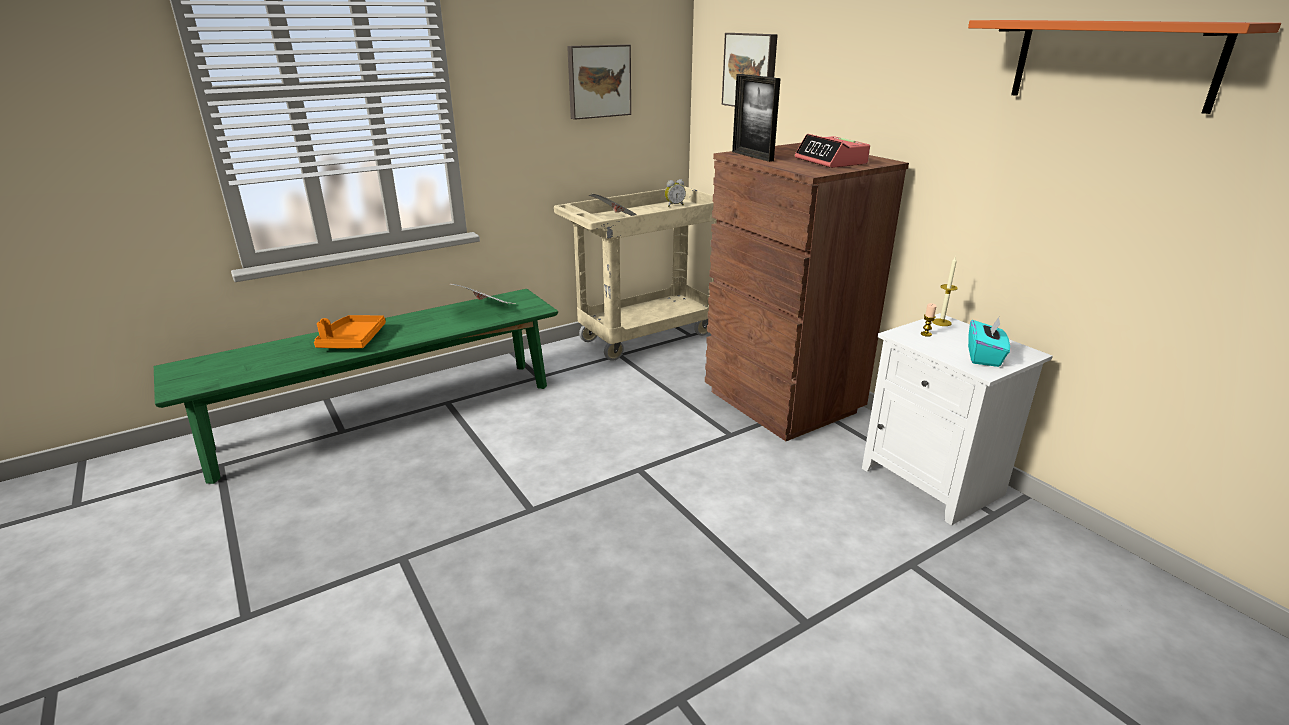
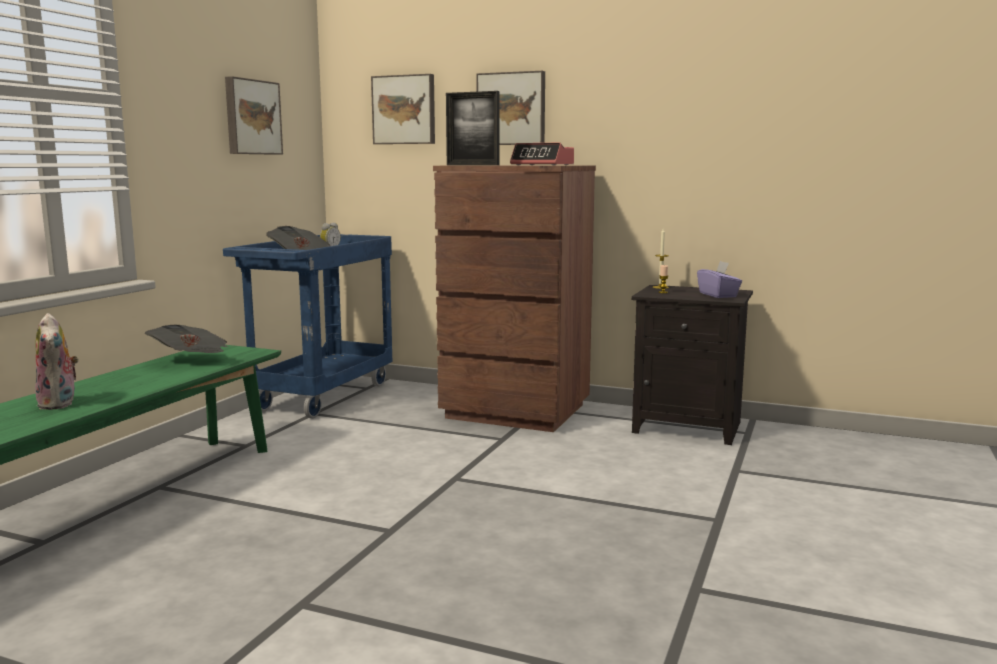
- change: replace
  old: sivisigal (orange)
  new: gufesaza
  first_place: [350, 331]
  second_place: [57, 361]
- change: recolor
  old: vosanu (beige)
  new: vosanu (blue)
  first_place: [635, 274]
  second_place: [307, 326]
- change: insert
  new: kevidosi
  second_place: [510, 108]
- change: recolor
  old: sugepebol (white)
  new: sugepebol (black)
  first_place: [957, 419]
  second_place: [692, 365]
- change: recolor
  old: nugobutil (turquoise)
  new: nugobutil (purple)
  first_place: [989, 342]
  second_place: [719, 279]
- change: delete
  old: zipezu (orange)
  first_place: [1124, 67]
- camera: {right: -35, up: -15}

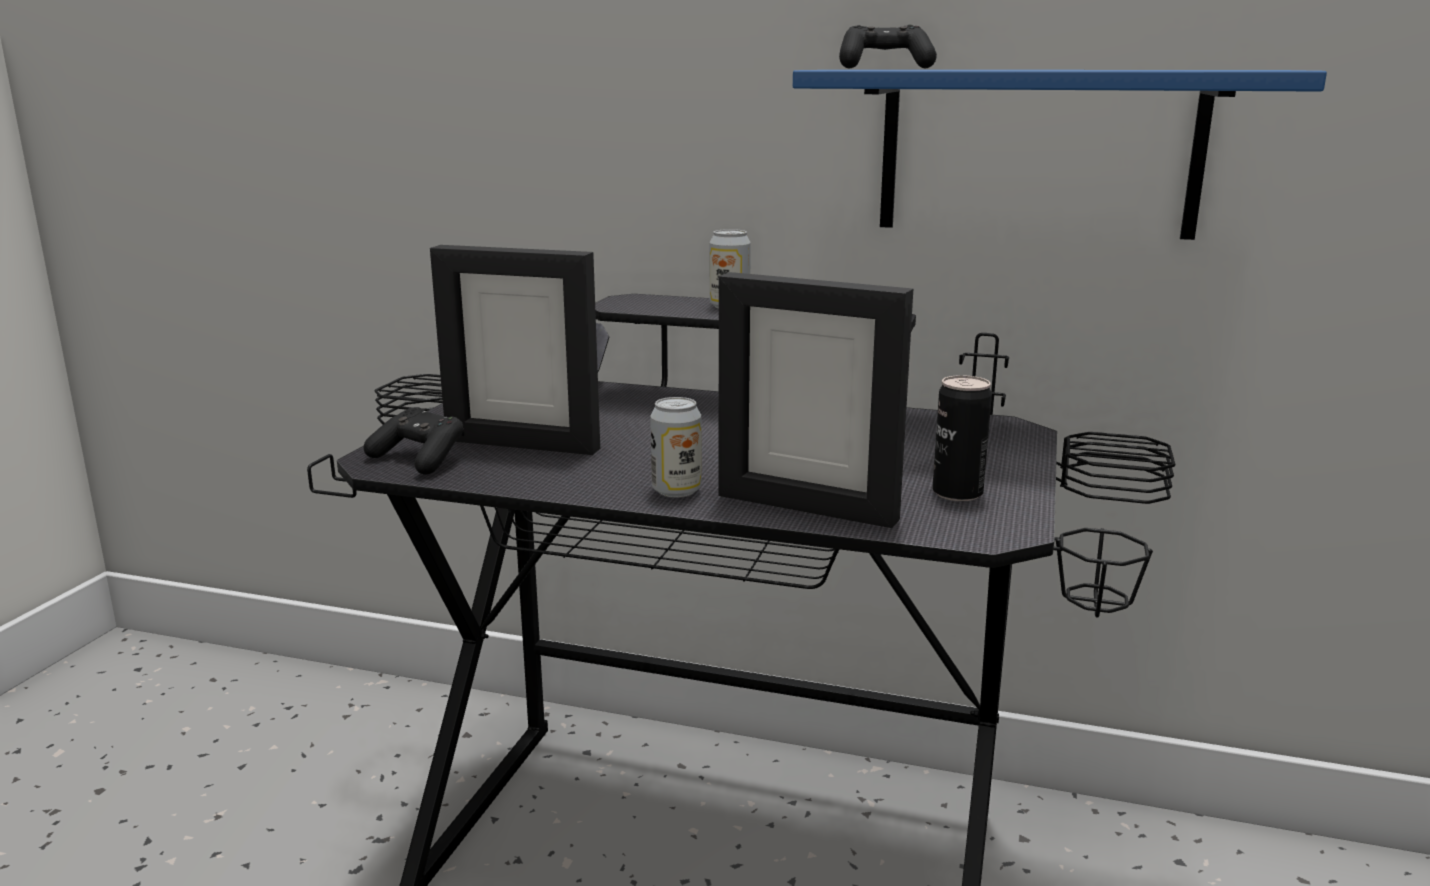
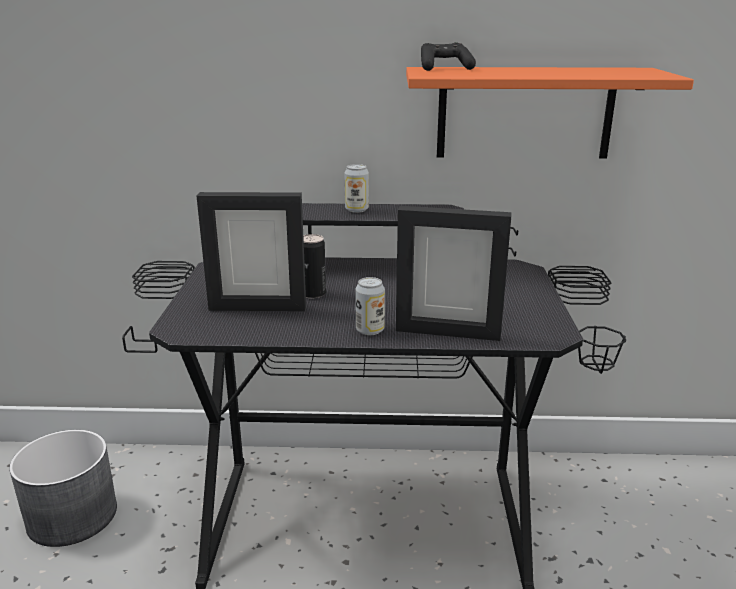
- change: insert
  new: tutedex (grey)
  second_place: [63, 488]
- change: move
  old: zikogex
  first_place: [962, 438]
  second_place: [314, 266]
- change: recolor
  old: zipezu (blue)
  new: zipezu (orange)
  first_place: [1060, 155]
  second_place: [550, 113]
- change: delete
  old: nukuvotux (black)
  first_place: [414, 441]
- camera: {right: -15, up: 5}

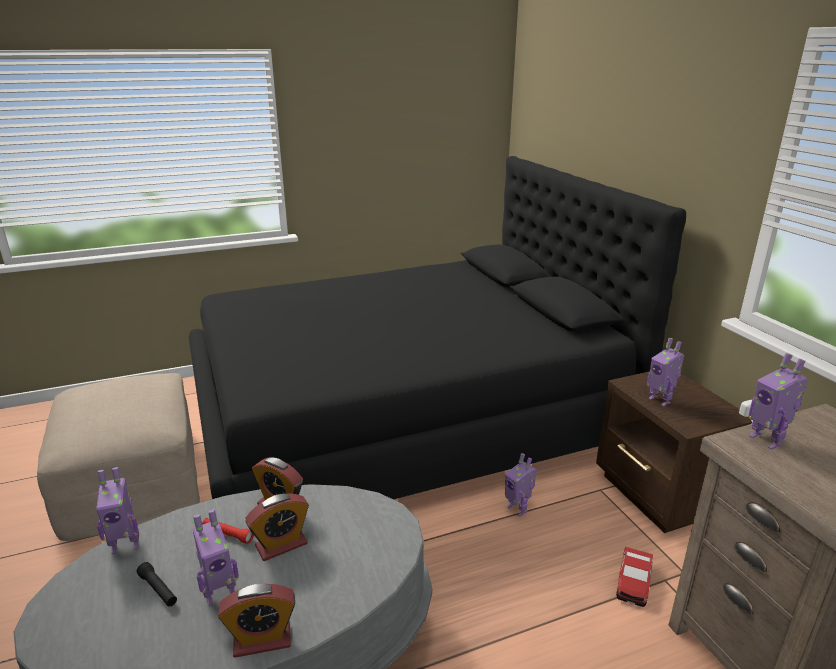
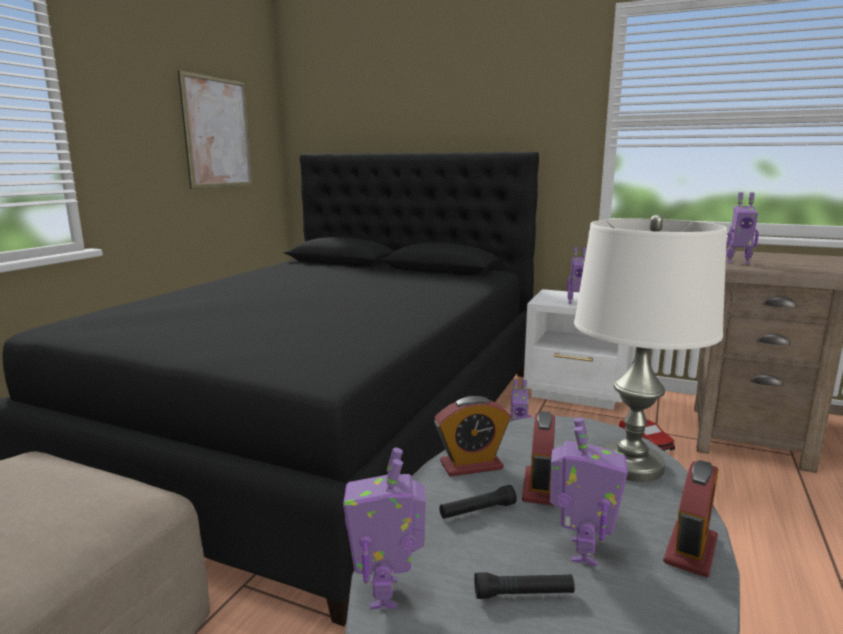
- change: insert
  new: kevidosi
  second_place: [215, 129]
- change: rotate
  old: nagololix
  first_place: [117, 510]
  second_place: [384, 528]
  degrees: 150
- change: recolor
  old: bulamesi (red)
  new: bulamesi (black)
  first_place: [228, 531]
  second_place: [478, 502]
- change: recolor
  old: sugepebol (brown)
  new: sugepebol (white)
  first_place: [674, 452]
  second_place: [577, 349]
- change: insert
  new: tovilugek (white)
  second_place: [650, 348]
- camera: {right: -45, up: -10}

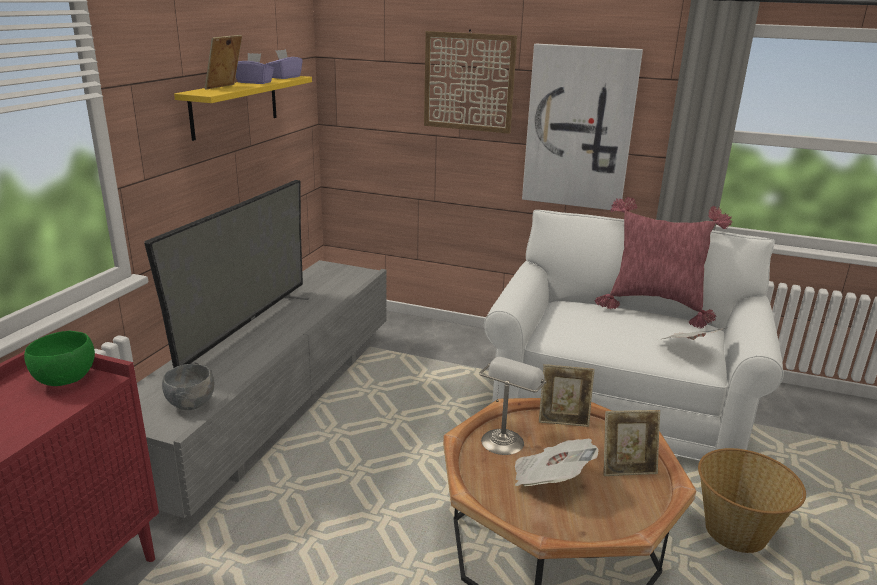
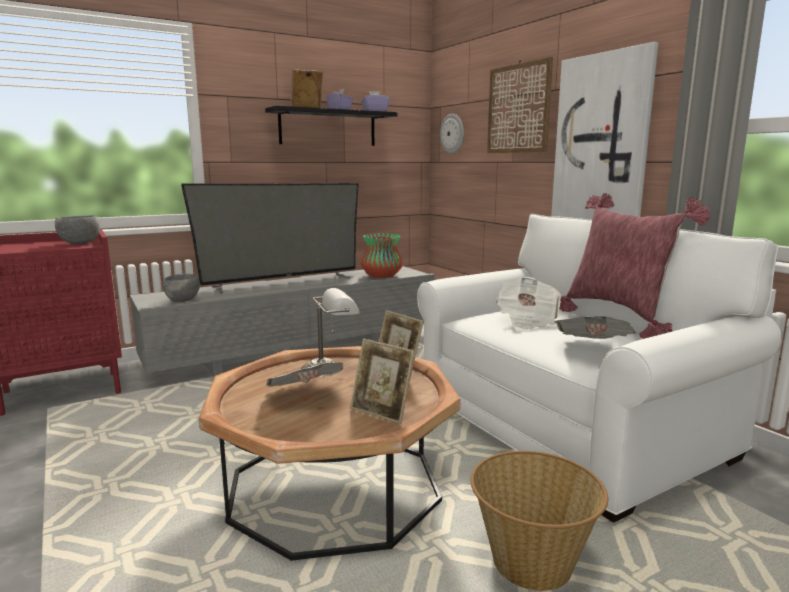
- change: recolor
  old: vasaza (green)
  new: vasaza (grey)
  first_place: [59, 358]
  second_place: [77, 229]
- change: recolor
  old: zipezu (yellow)
  new: zipezu (black)
  first_place: [243, 108]
  second_place: [331, 126]
- change: insert
  new: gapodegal
  second_place: [382, 255]
- change: insert
  new: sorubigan
  second_place: [452, 134]
- change: insert
  new: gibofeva
  second_place: [528, 303]
- camera: {right: 40, up: -10}

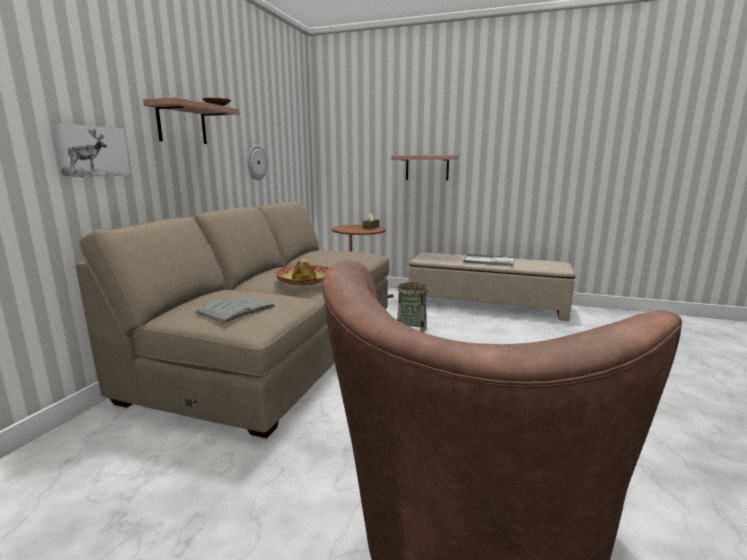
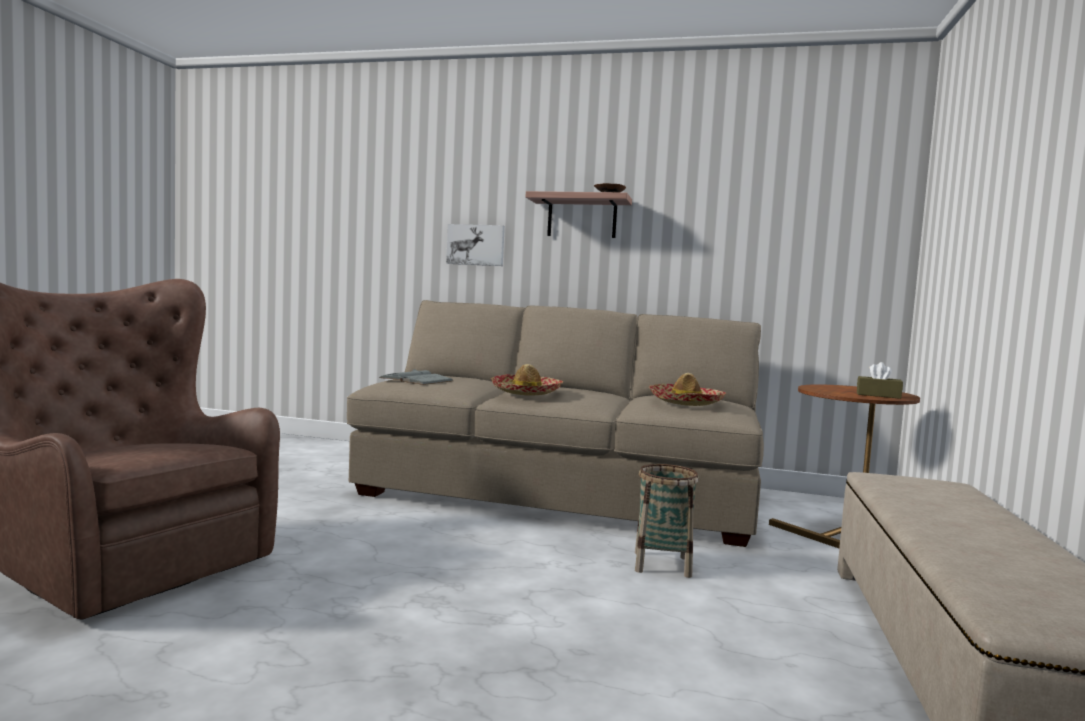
- change: insert
  new: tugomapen
  second_place: [687, 389]
- change: delete
  old: sorubigan
  first_place: [257, 162]
- change: delete
  old: zipezu
  first_place: [424, 168]
- change: delete
  old: sivisigal
  first_place: [489, 260]
- camera: {right: 85, up: -10}

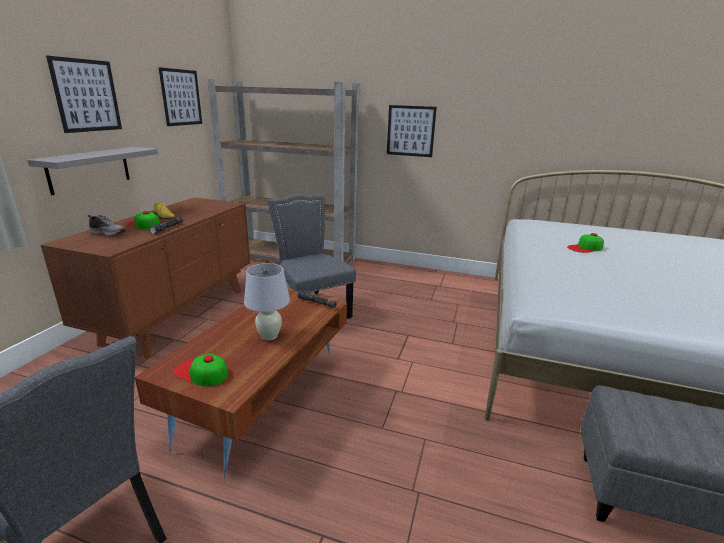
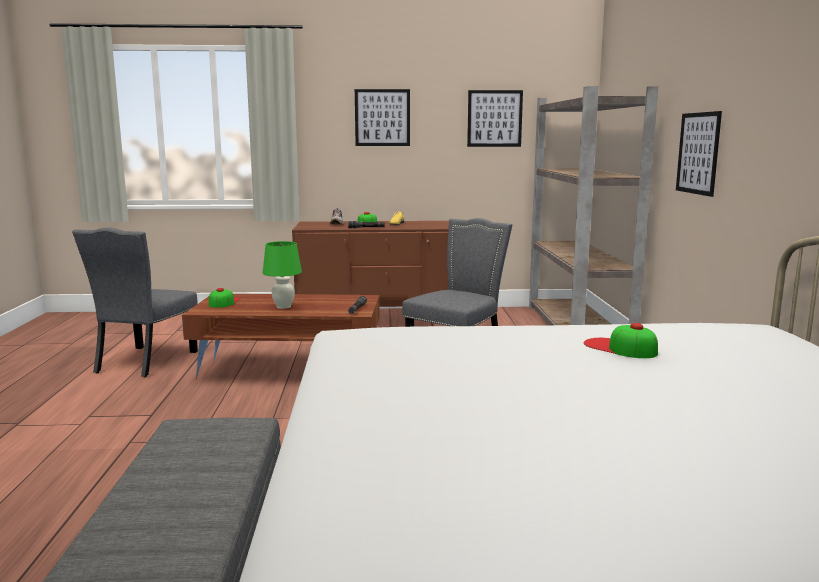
- change: recolor
  old: tovilugek (white)
  new: tovilugek (green)
  first_place: [267, 302]
  second_place: [282, 275]
- change: delete
  old: zipezu (grey)
  first_place: [92, 171]
- camera: {right: 70, up: -10}

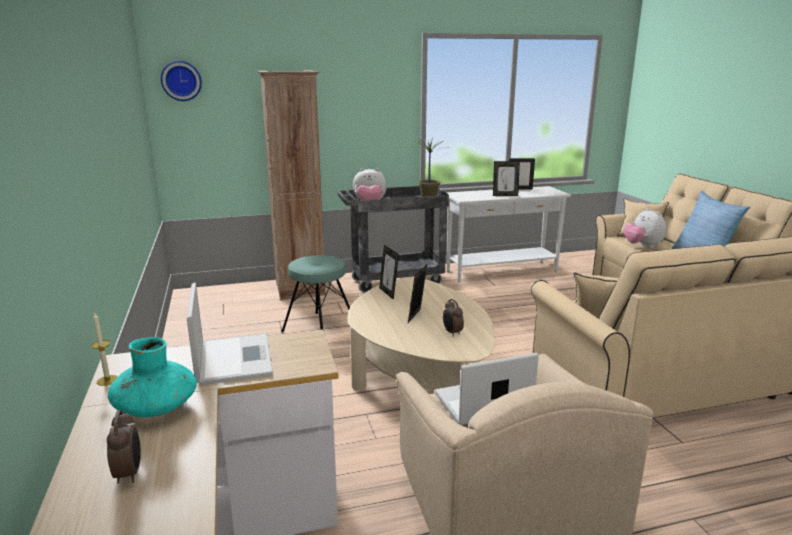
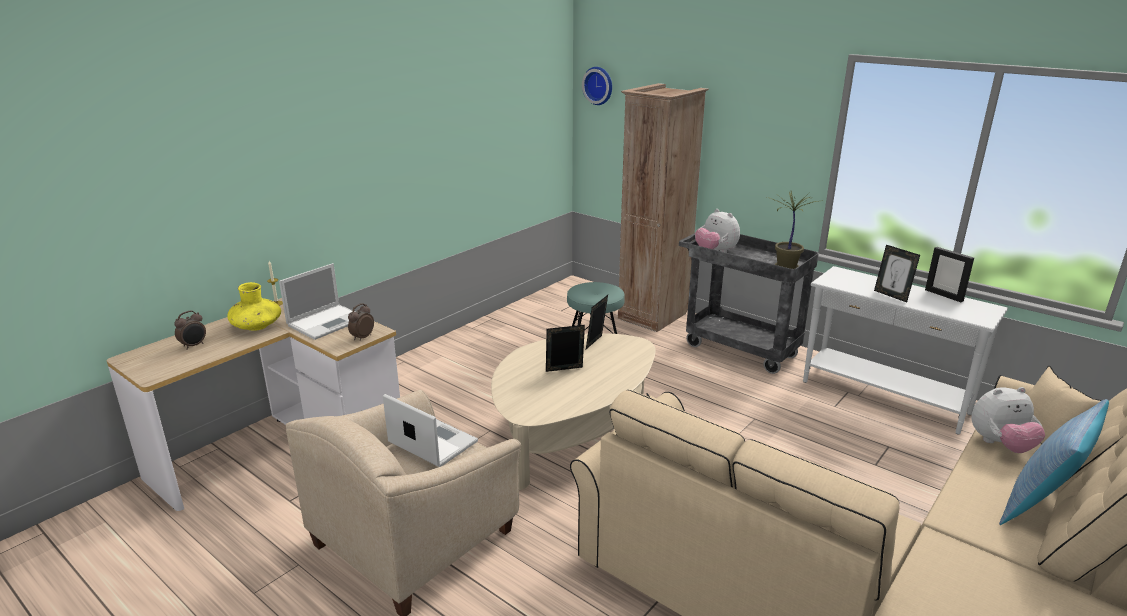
- change: recolor
  old: gapodegal (turquoise)
  new: gapodegal (yellow)
  first_place: [152, 377]
  second_place: [254, 306]
- change: move
  old: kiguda
  first_place: [453, 318]
  second_place: [361, 322]
- change: rotate
  old: gufesaza
  first_place: [645, 228]
  second_place: [1008, 420]
  degrees: -135
- camera: {right: 55, up: 5}

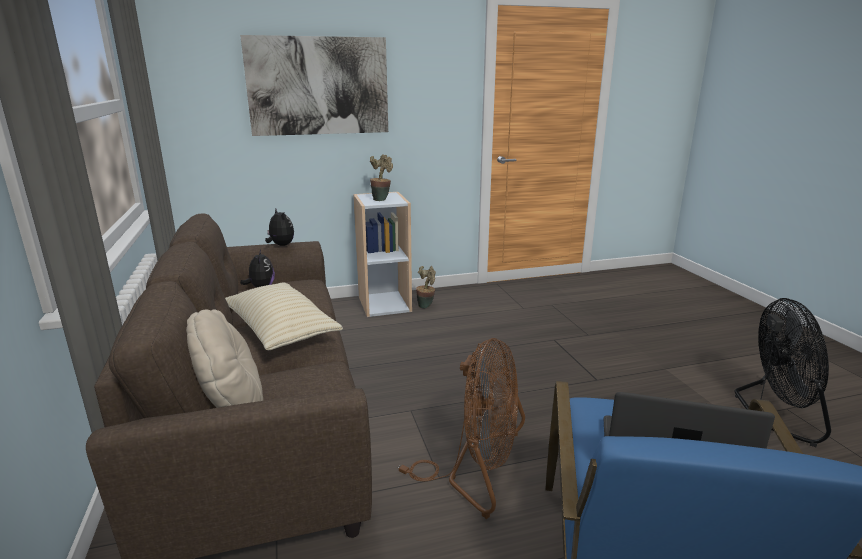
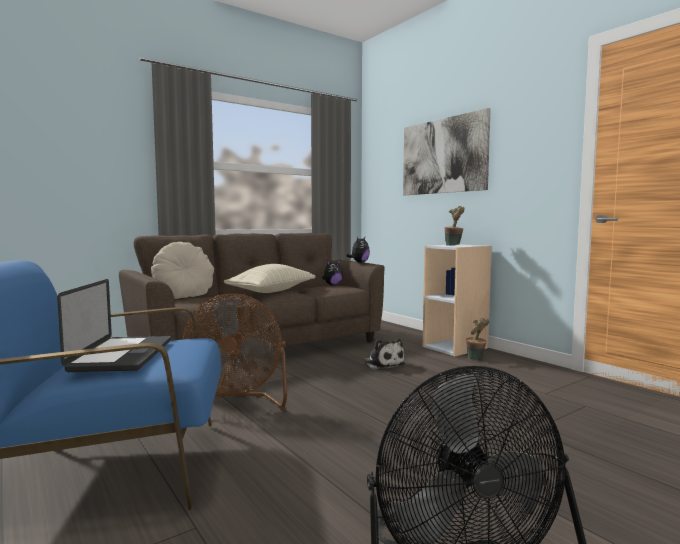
- change: insert
  new: gufesaza
  second_place: [384, 354]
- camera: {right: 70, up: -15}

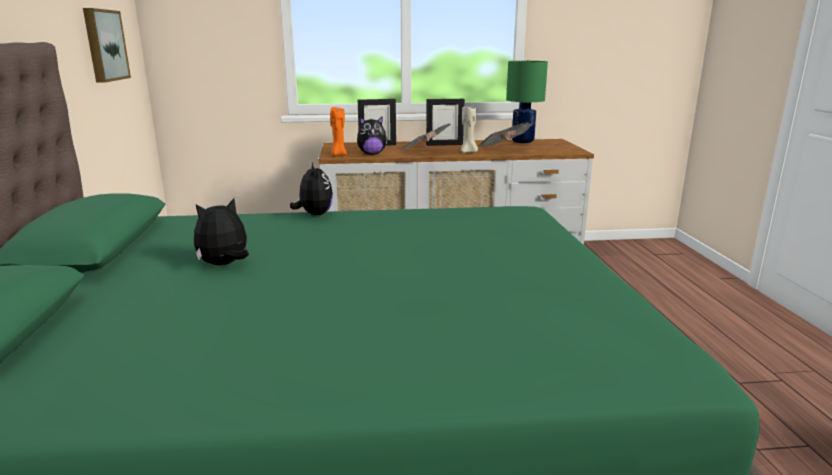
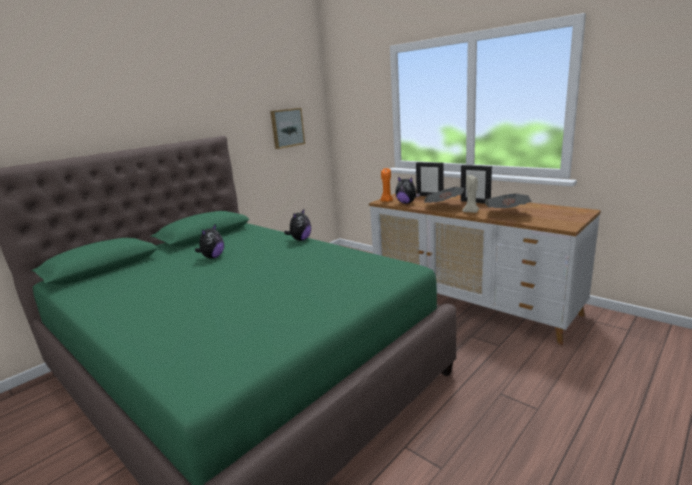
- change: rotate
  old: gufesaza
  first_place: [221, 231]
  second_place: [209, 241]
  degrees: 105
- change: delete
  old: tovilugek (green)
  first_place: [527, 101]
- camera: {right: 50, up: 0}

